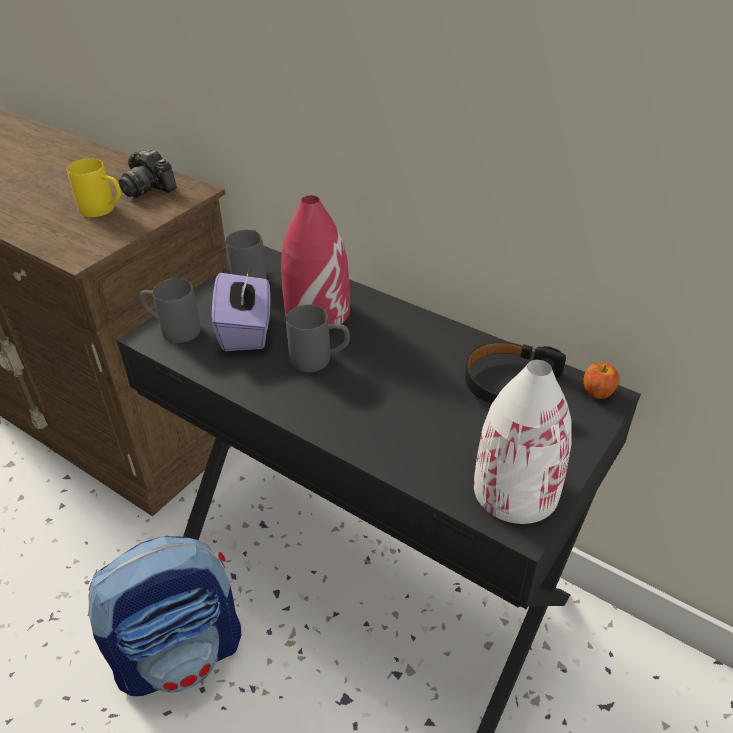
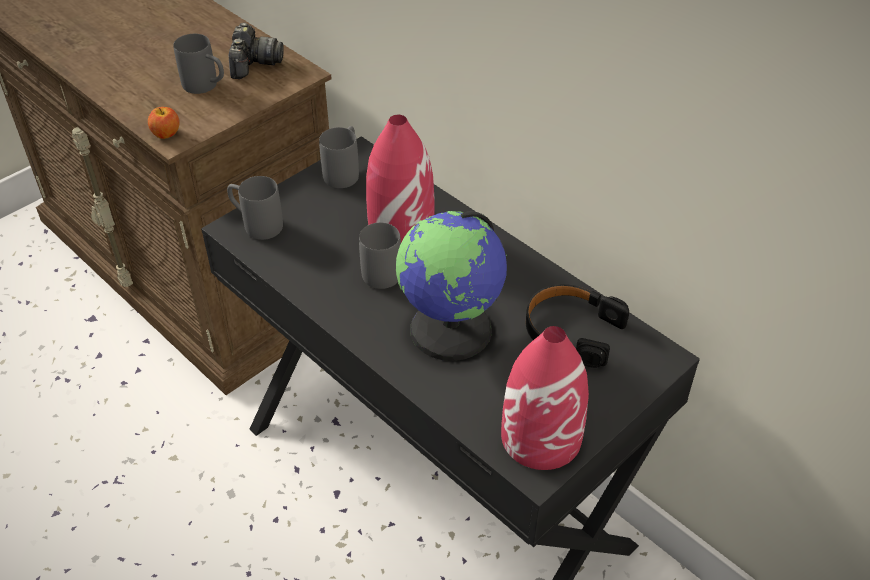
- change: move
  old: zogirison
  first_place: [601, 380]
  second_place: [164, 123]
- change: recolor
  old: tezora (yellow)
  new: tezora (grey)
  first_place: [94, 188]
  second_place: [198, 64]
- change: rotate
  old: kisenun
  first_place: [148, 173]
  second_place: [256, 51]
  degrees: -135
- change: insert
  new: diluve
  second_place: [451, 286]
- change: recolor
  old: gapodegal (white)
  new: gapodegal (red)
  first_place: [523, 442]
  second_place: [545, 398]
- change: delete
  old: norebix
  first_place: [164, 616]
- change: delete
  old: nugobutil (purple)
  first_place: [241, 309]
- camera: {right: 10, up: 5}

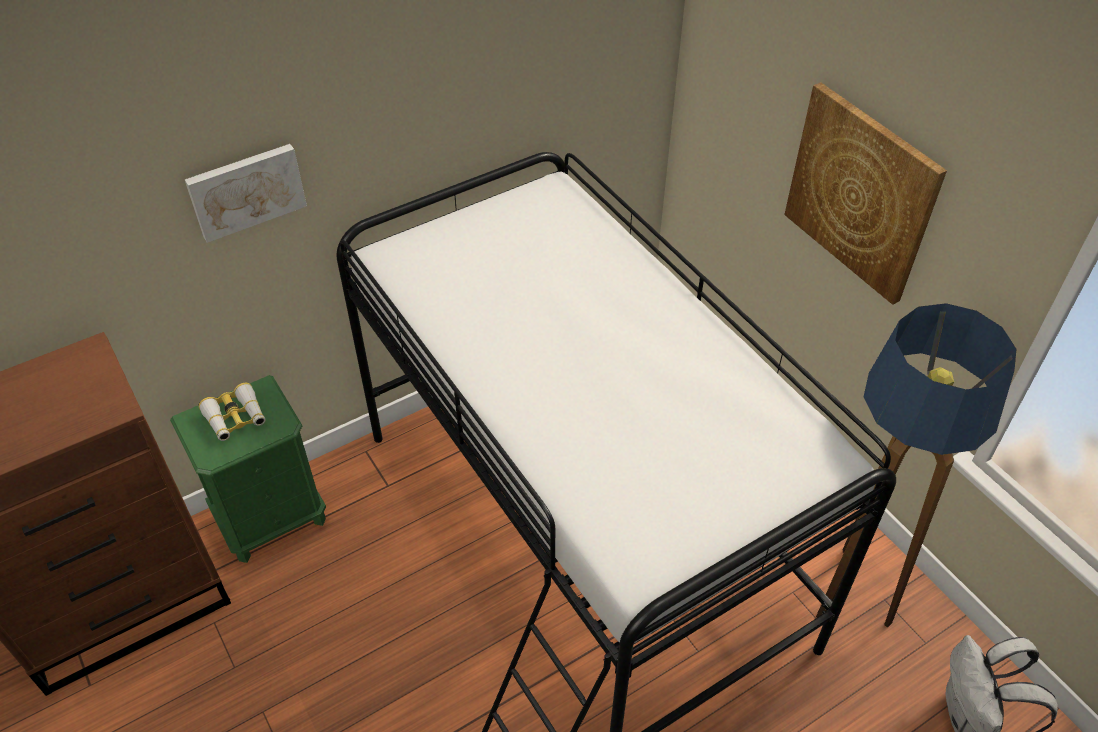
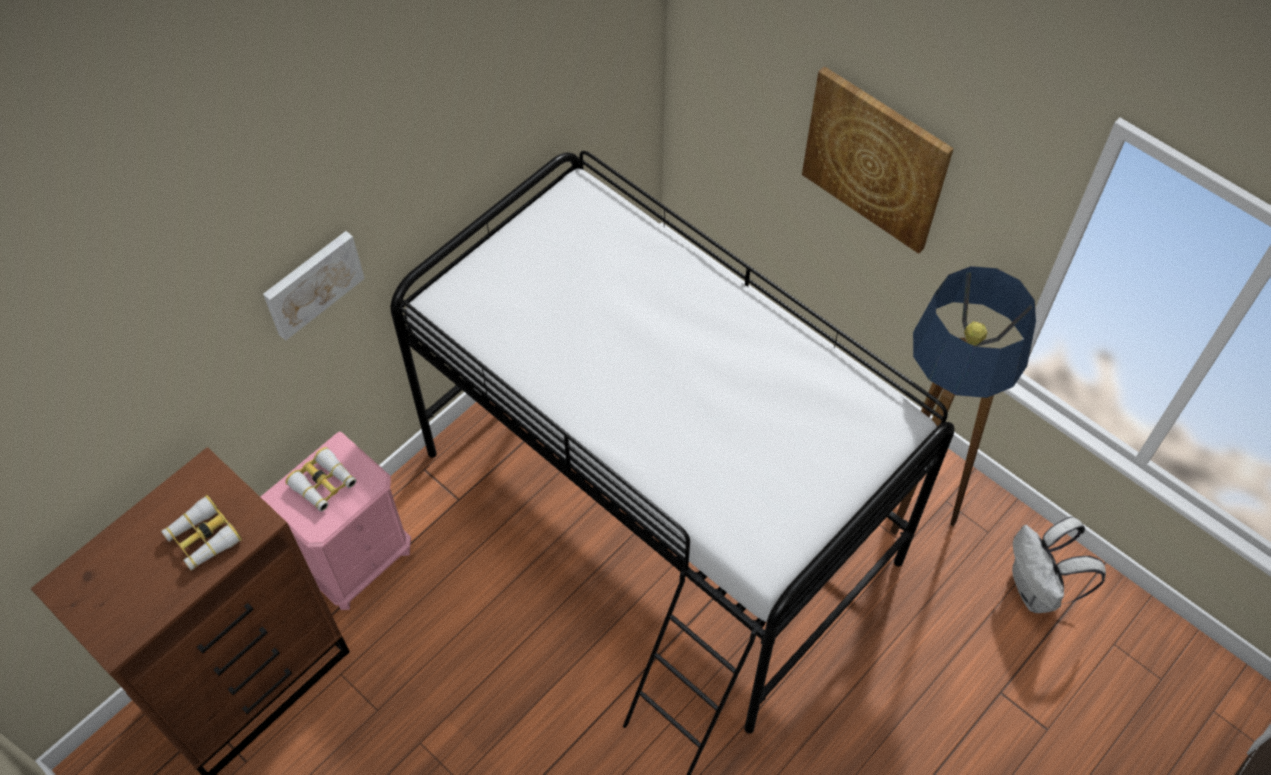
- change: insert
  new: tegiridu
  second_place: [201, 532]
- change: recolor
  old: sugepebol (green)
  new: sugepebol (pink)
  first_place: [248, 469]
  second_place: [336, 521]
- camera: {right: -15, up: 10}

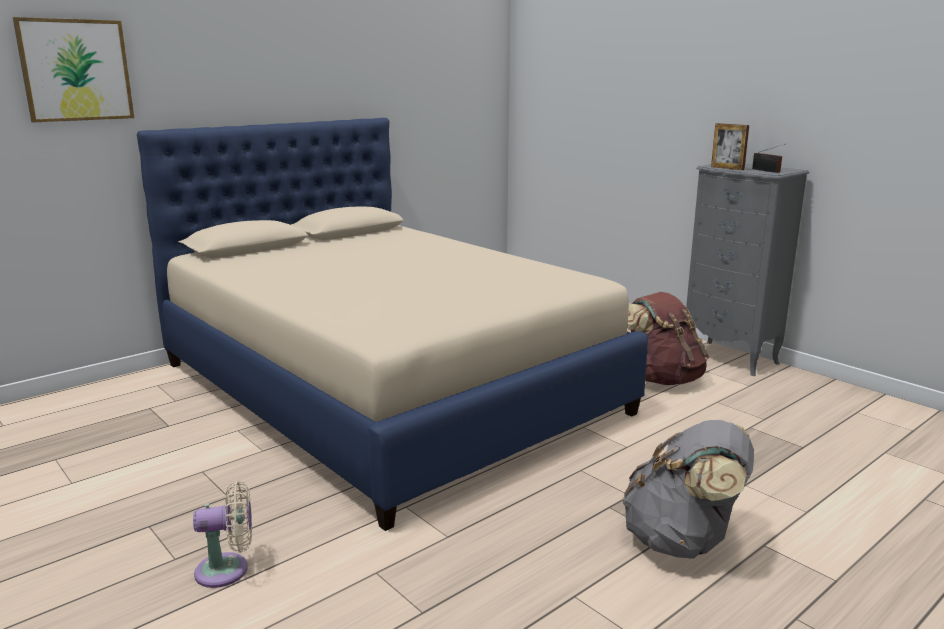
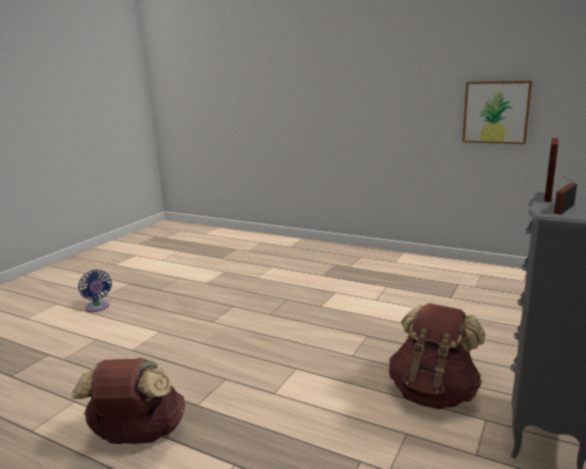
- change: recolor
  old: norebix (grey)
  new: norebix (brown)
  first_place: [688, 489]
  second_place: [128, 401]
- change: recolor
  old: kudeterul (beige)
  new: kudeterul (blue)
  first_place: [222, 534]
  second_place: [95, 291]
- change: move
  old: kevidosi
  first_place: [73, 69]
  second_place: [497, 112]
- change: delete
  old: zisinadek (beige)
  first_place: [392, 324]
- camera: {right: 70, up: 0}

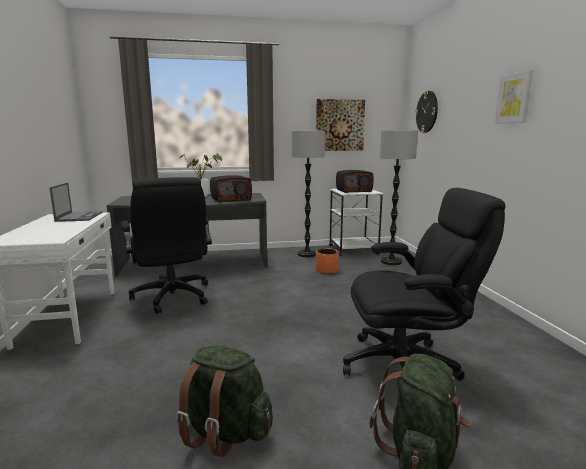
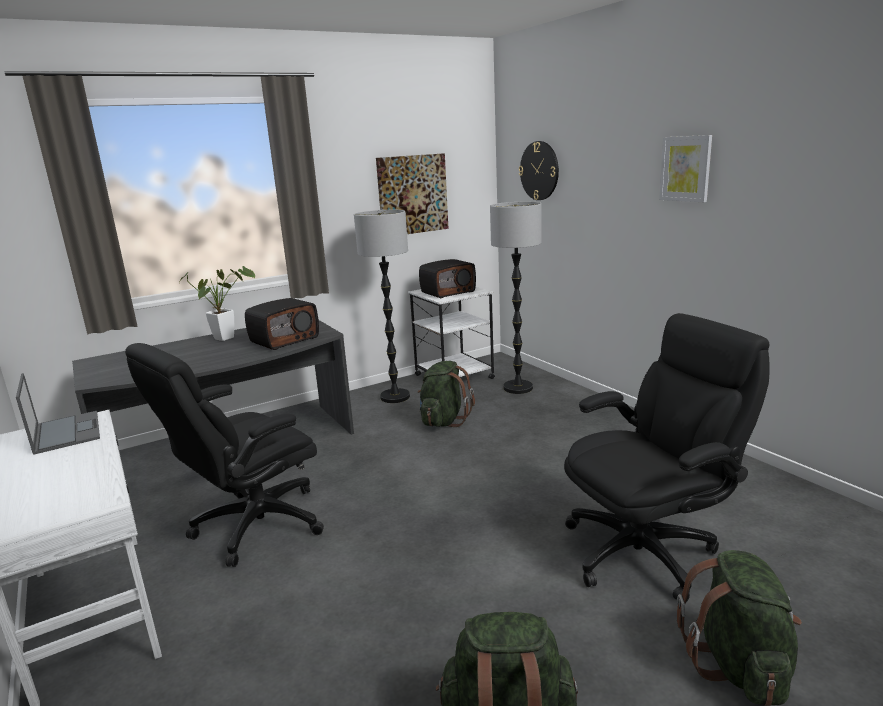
- change: rotate
  old: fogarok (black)
  first_place: [166, 245]
  second_place: [224, 455]
  degrees: 90
- change: replace
  old: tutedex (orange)
  new: norebix (green)
  first_place: [327, 261]
  second_place: [446, 394]
- camera: {right: -20, up: 5}

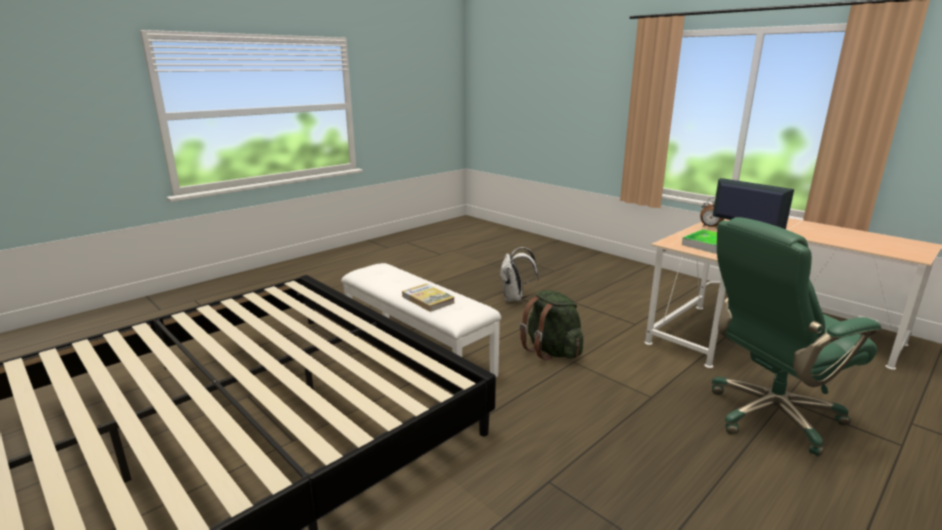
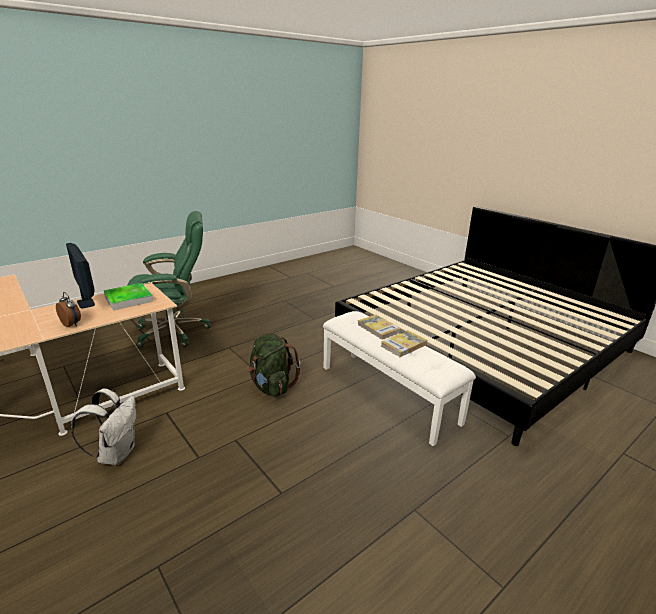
- change: move
  old: norebix (white)
  first_place: [519, 274]
  second_place: [104, 427]
- change: insert
  new: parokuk
  second_place: [404, 343]
- camera: {right: -175, up: 5}

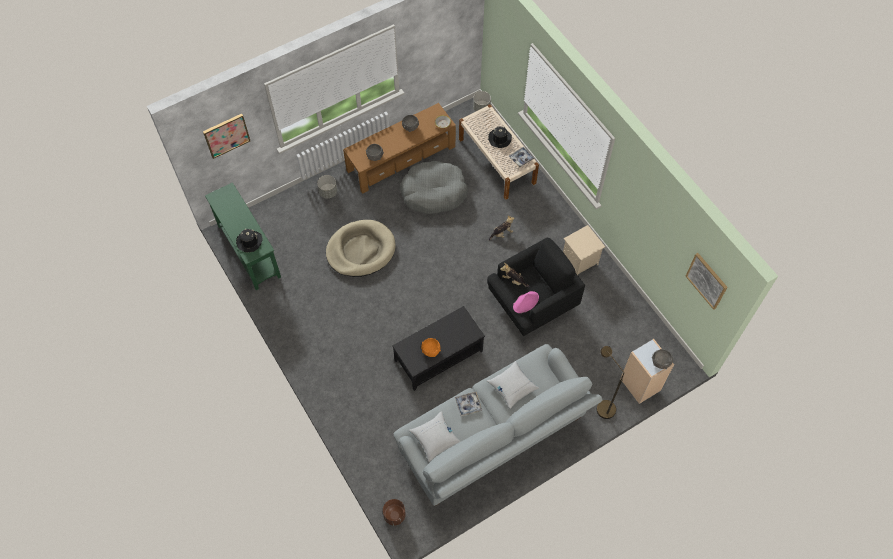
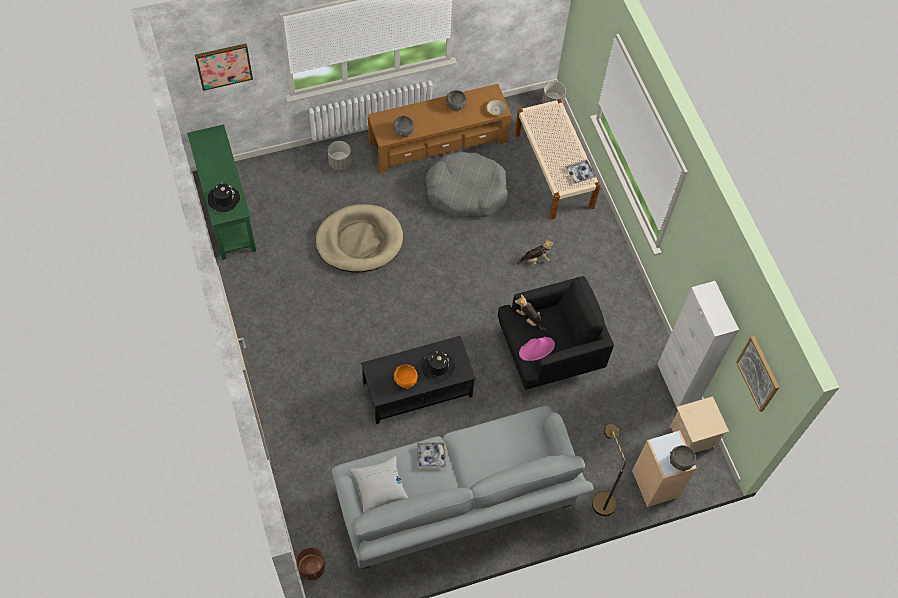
- change: move
  old: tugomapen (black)
  first_place: [500, 137]
  second_place: [438, 366]
- change: insert
  new: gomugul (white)
  second_place: [698, 344]
- change: move
  old: sugepebol (beige)
  first_place: [584, 250]
  second_place: [699, 424]
- change: delete
  old: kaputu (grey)
  first_place: [513, 385]
- camera: {right: 10, up: 0}

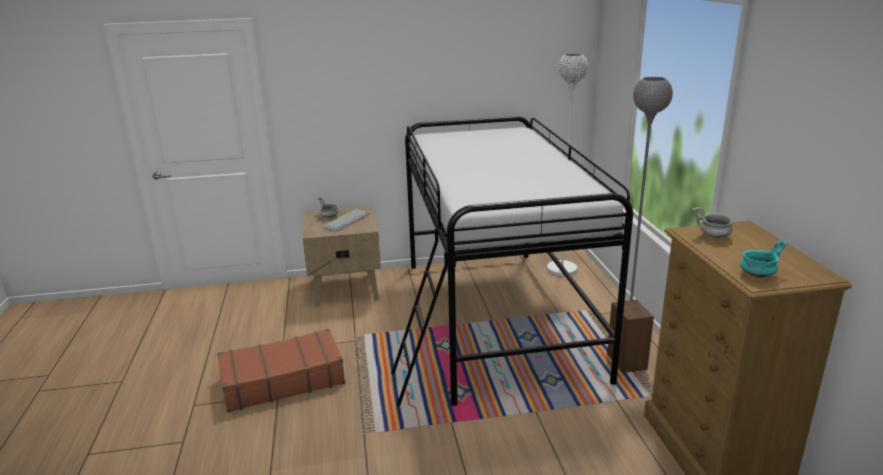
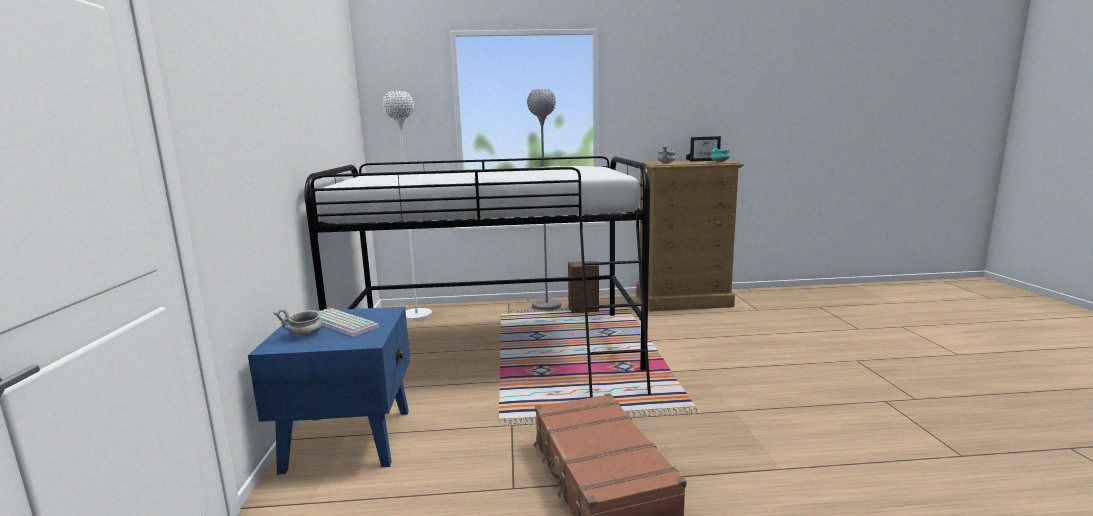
- change: recolor
  old: sugepebol (beige)
  new: sugepebol (blue)
  first_place: [342, 256]
  second_place: [329, 391]
- change: insert
  new: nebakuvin
  second_place: [703, 149]
- camera: {right: -85, up: -10}

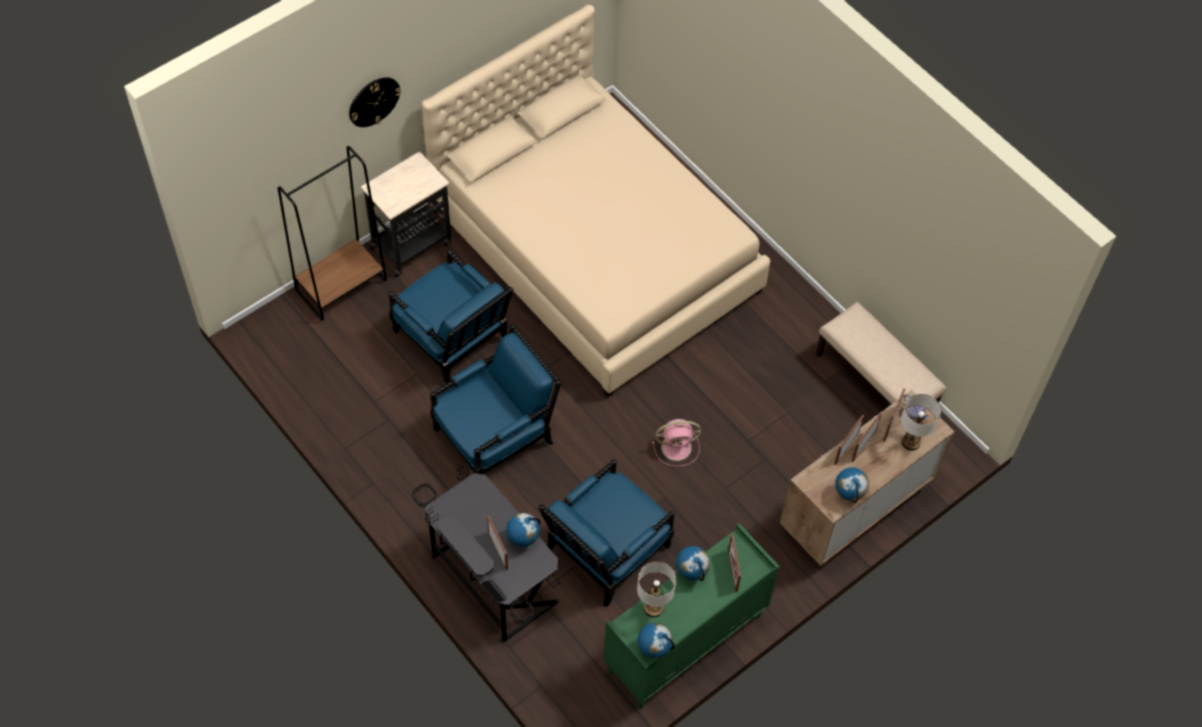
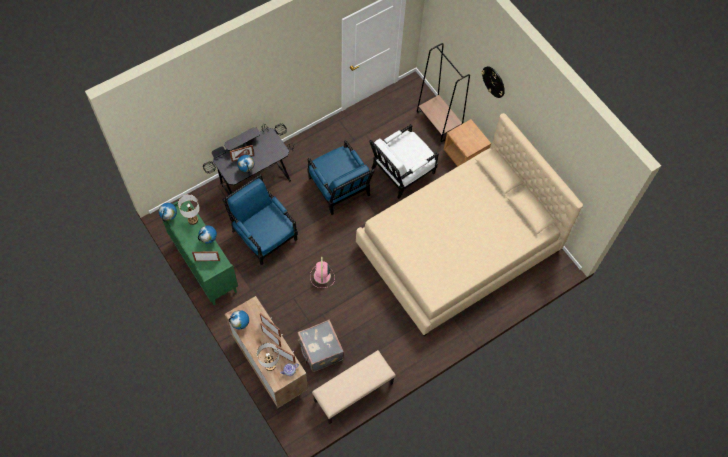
- change: insert
  new: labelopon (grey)
  second_place: [320, 346]
- change: recolor
  old: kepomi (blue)
  new: kepomi (white)
  first_place: [450, 317]
  second_place: [404, 161]
- change: replace
  old: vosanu
  new: sugepebol (brown)
  first_place: [406, 214]
  second_place: [467, 142]
- camera: {right: 95, up: 5}

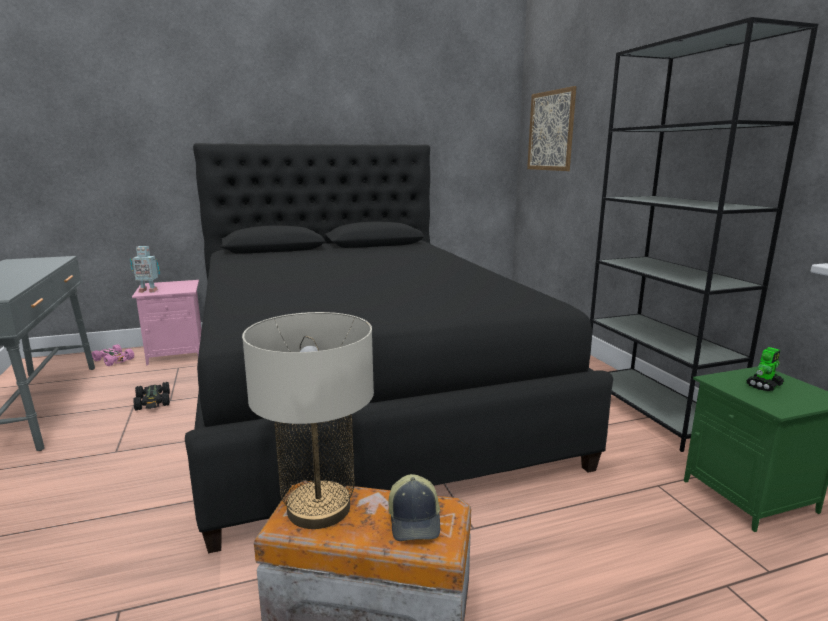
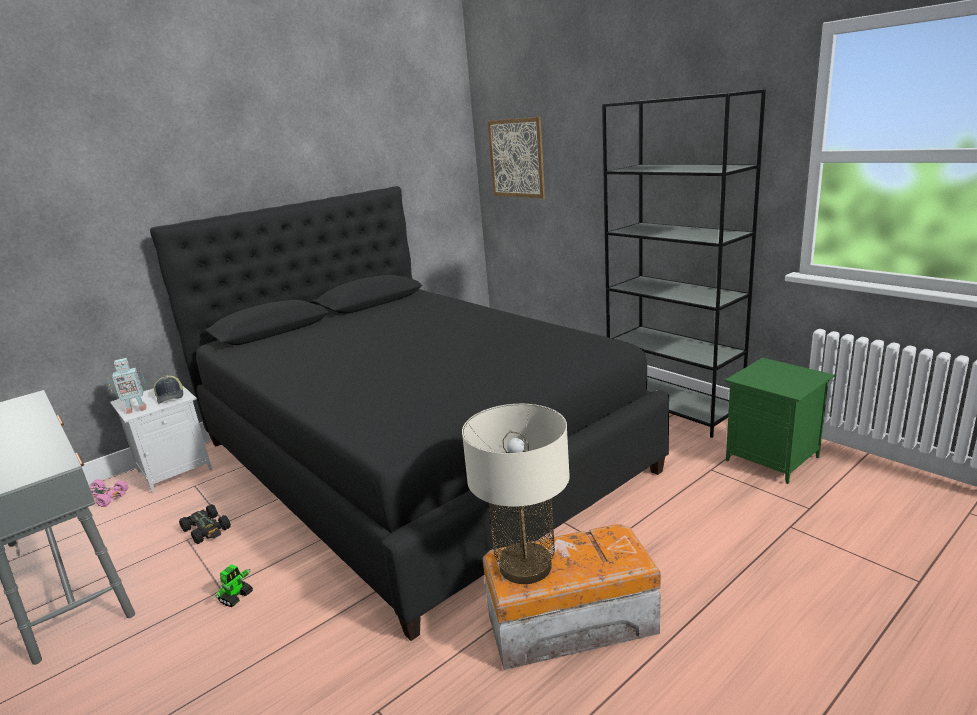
- change: recolor
  old: sugepebol (pink)
  new: sugepebol (grey)
  first_place: [167, 322]
  second_place: [161, 439]
- change: move
  old: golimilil
  first_place: [414, 507]
  second_place: [169, 390]
- change: move
  old: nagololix
  first_place: [765, 369]
  second_place: [234, 585]
- camera: {right: -20, up: 5}

